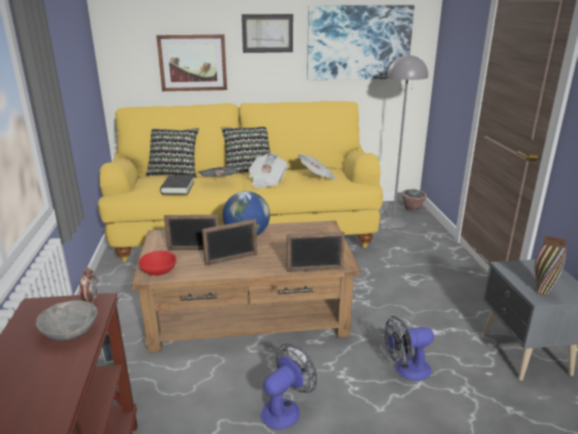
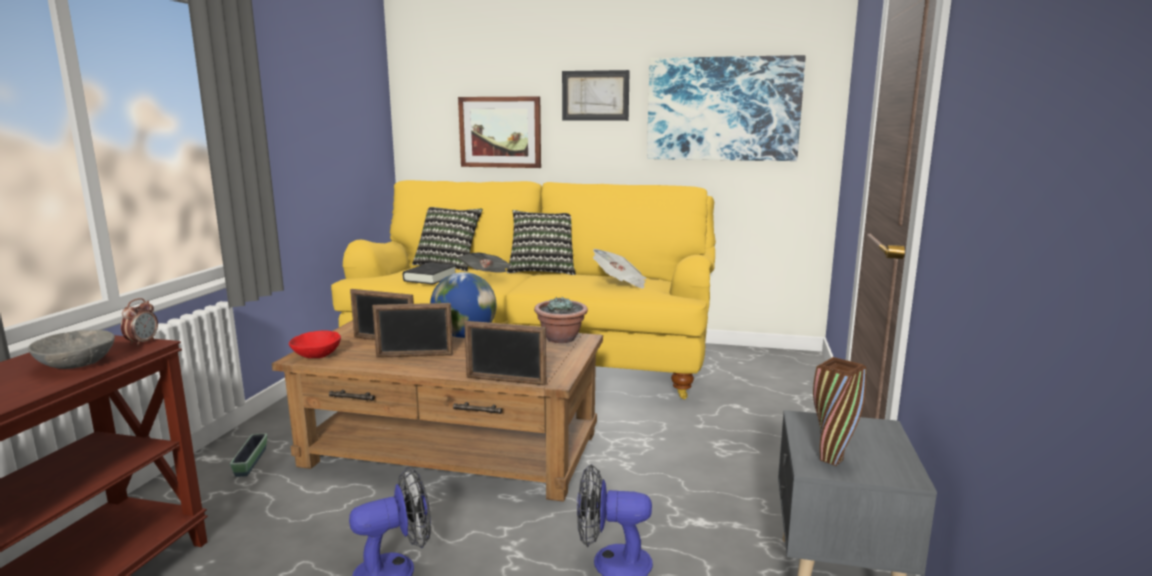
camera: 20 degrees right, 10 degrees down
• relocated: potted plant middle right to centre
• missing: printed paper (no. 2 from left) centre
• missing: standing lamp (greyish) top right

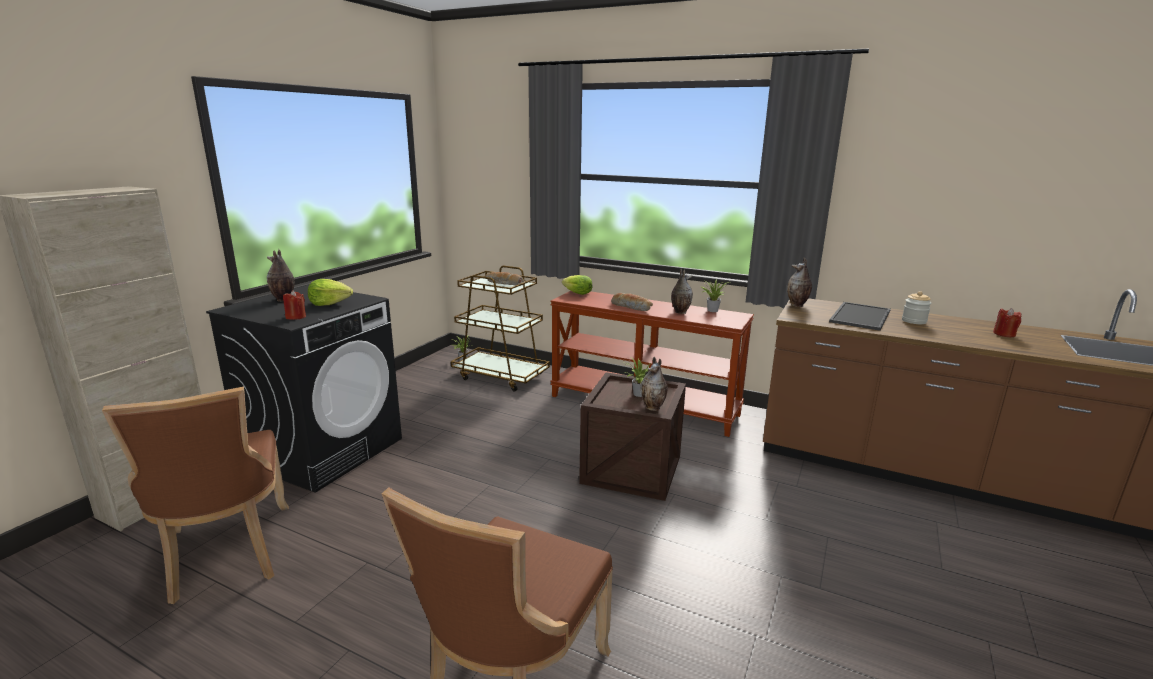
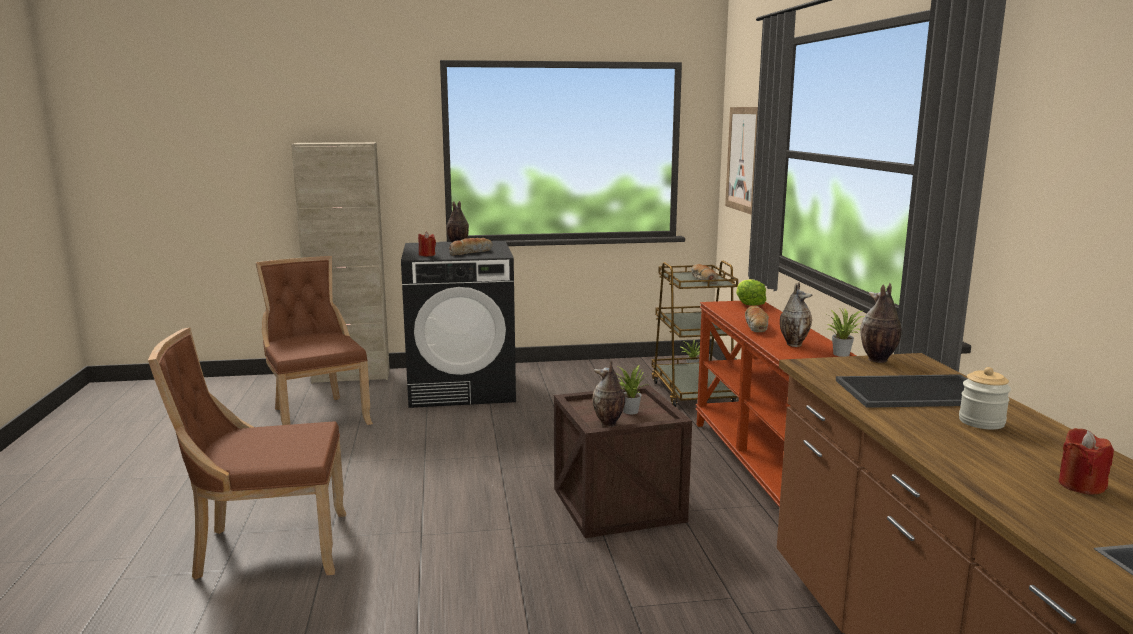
camera: 55 degrees right, 5 degrees down
• spun: upright chair (brown-coloured) (no. 1 from left in the first image) bottom left = middle left 120 degrees clockwise
• exchanged: head of lettuce (no. 1 from left) middle left to bread (no. 1 from left) centre
• appeared: wall picture top centre

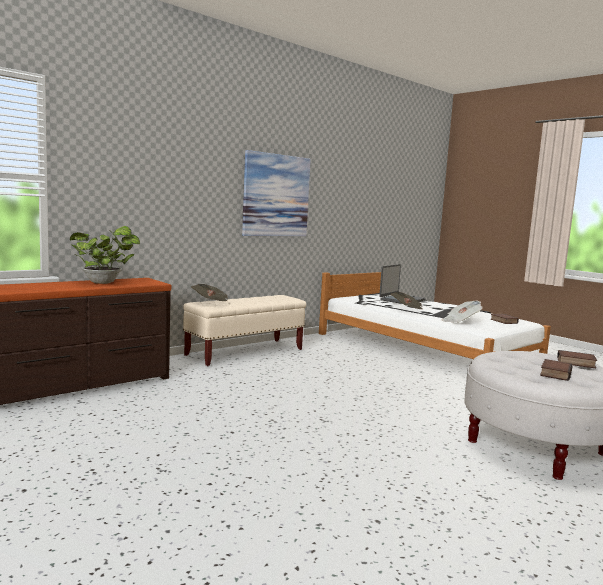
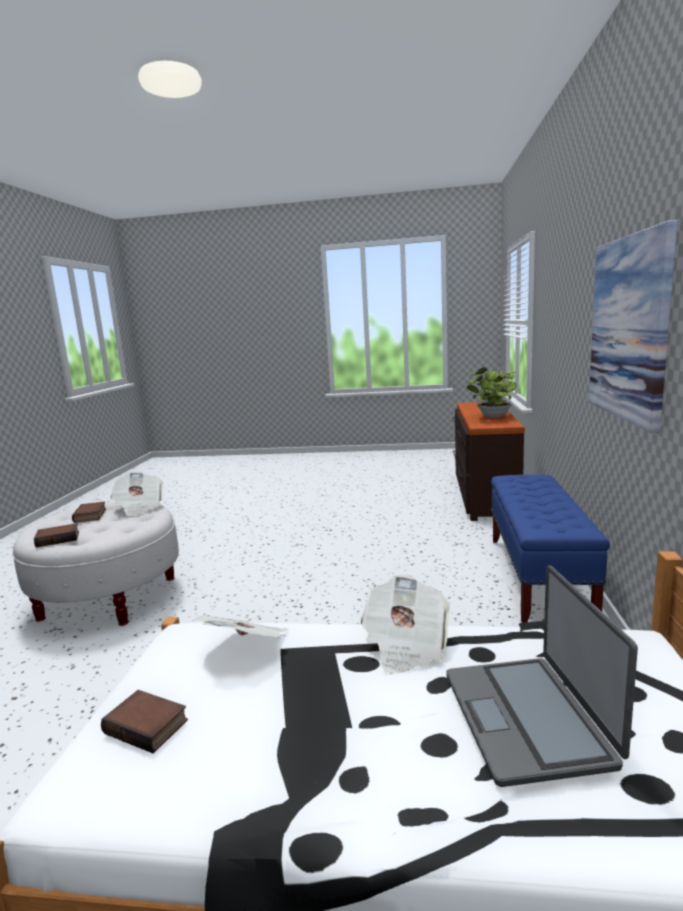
camera: 140 degrees right, 5 degrees up
• relocated: printed paper (no. 1 from left) centre to middle left
• colour: indoor bench (beige) centre to indoor bench (blue) middle right

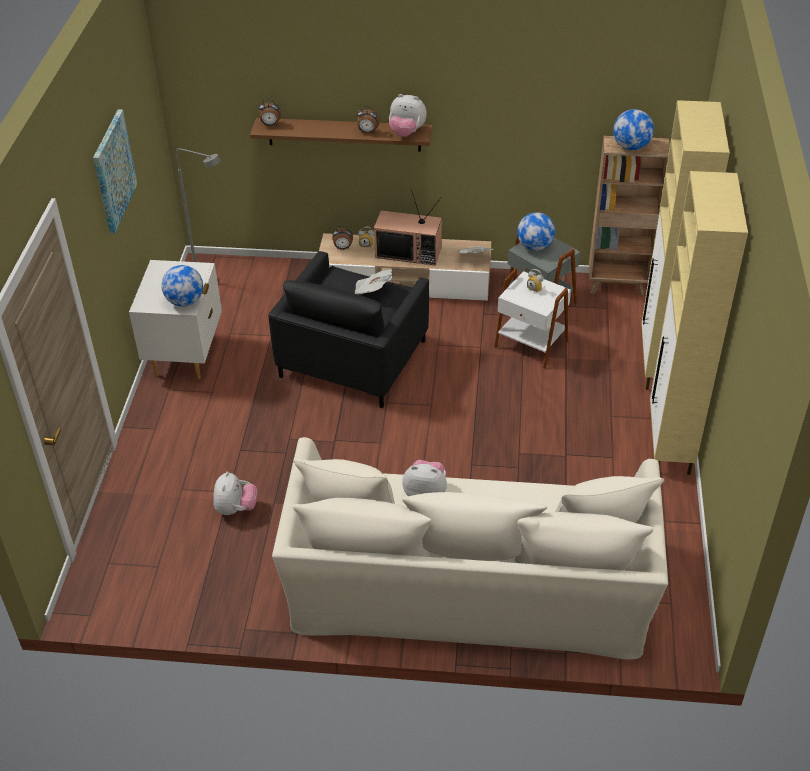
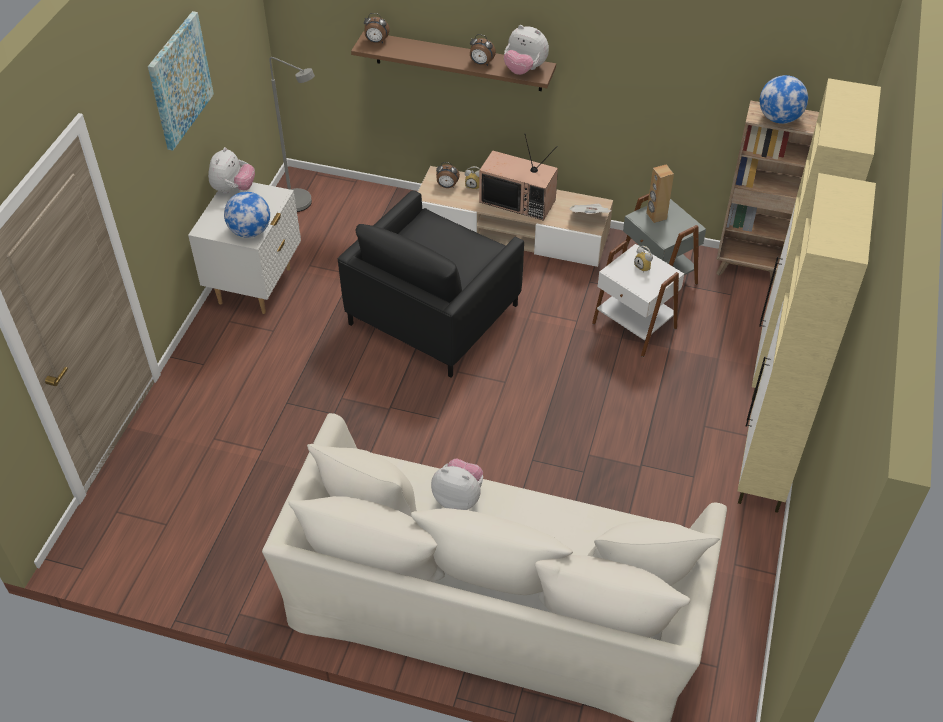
camera: 10 degrees right, 5 degrees up
• relocated: plush toy (no. 1 from left) middle left to top left
• exchanged: desk globe (no. 2 from left) top centre to audio speaker (brown-coloured) top right
• missing: printed paper (no. 1 from left) centre

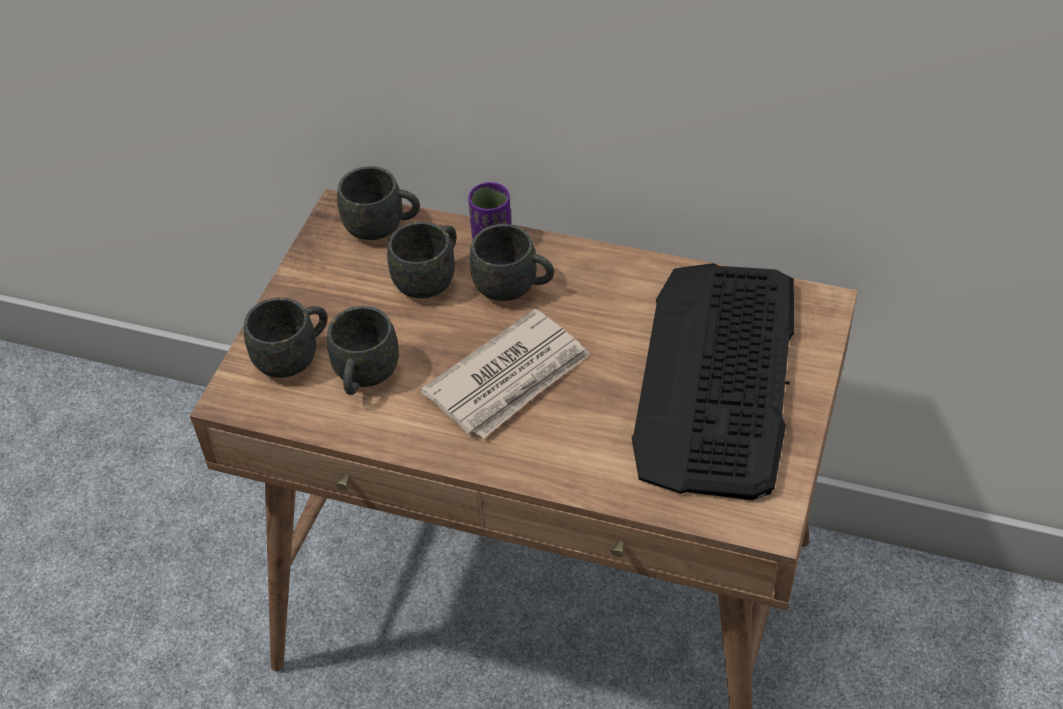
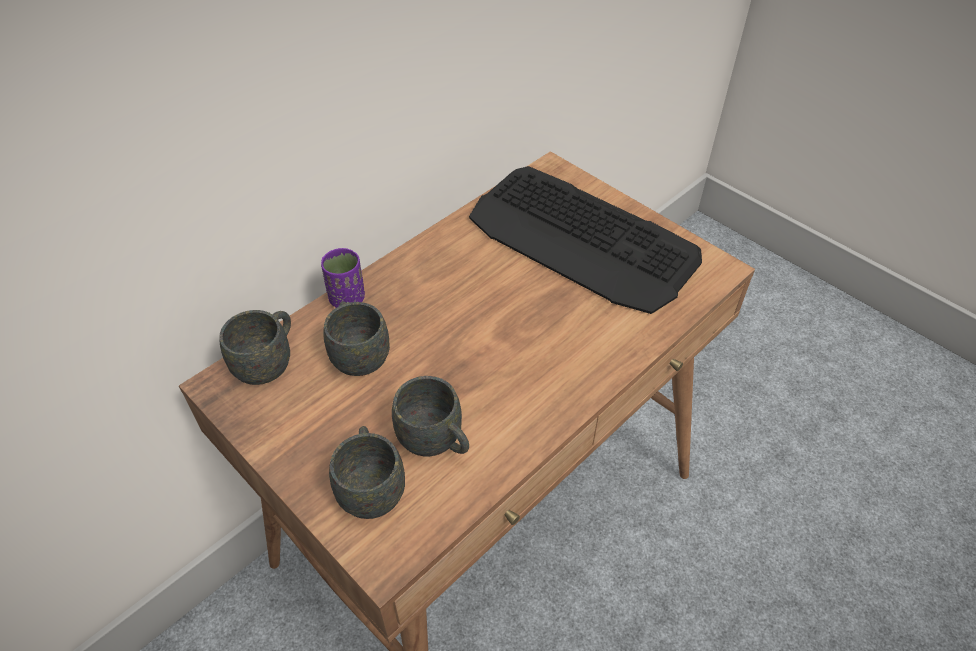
camera: 65 degrees left, 0 degrees up
• missing: printed paper centre
• missing: mug (greyish) (no. 5 from left) centre

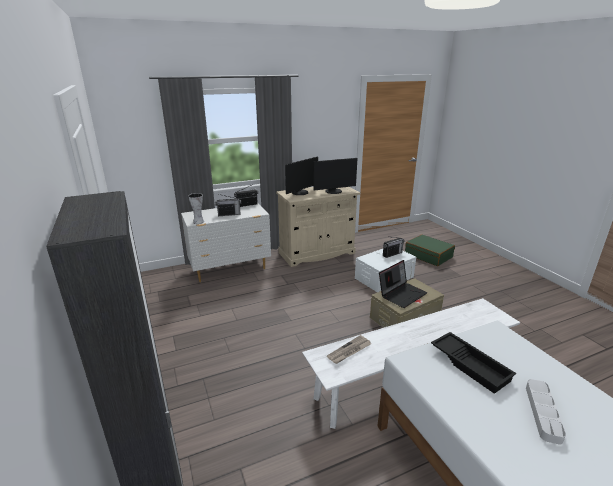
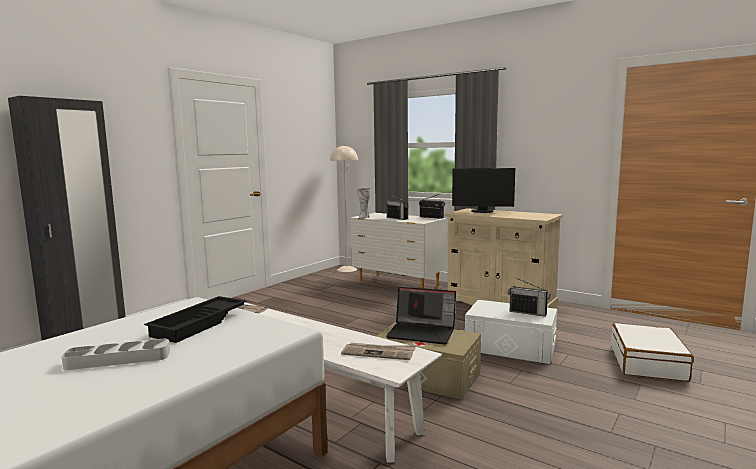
camera: 60 degrees right, 15 degrees down
• appeared: standing lamp (beige) centre
• appeared: printed paper (no. 2 from left) bottom centre
• colour: suitcase (greenish) middle right to suitcase (whitish) bottom right
• missing: monitor (no. 2 from left) centre

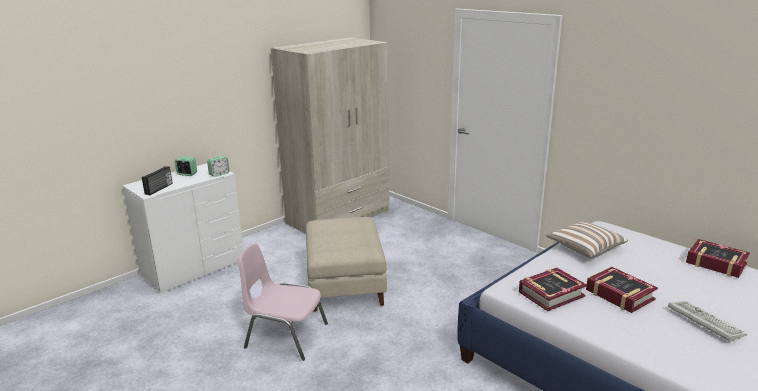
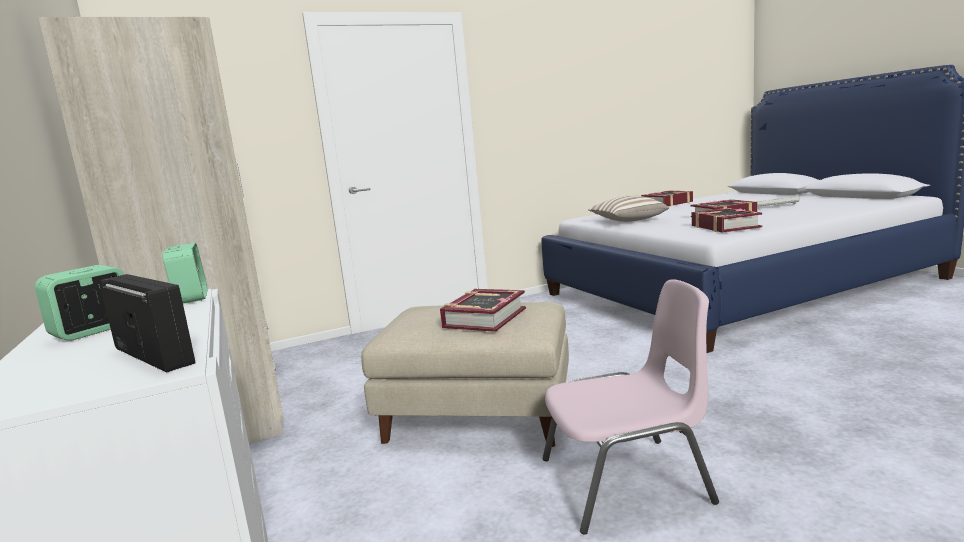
camera: 70 degrees left, 10 degrees down
• appeared: volume (no. 1 from left) centre
• spun: upright chair (pink-coloured) bottom centre = bottom centre 135 degrees counterclockwise

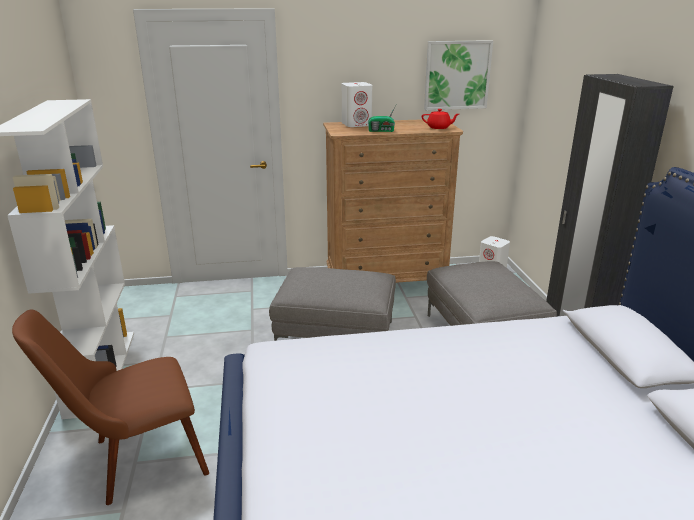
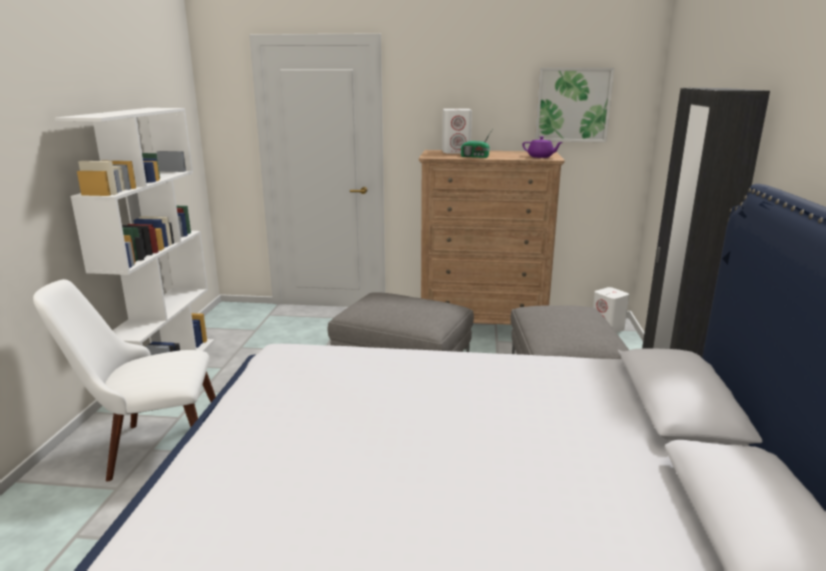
camera: 15 degrees right, 5 degrees down
• colour: upright chair (brown-coloured) bottom left to upright chair (whitish) middle left
• colour: tea pot (reddish) top centre to tea pot (purplish) top centre

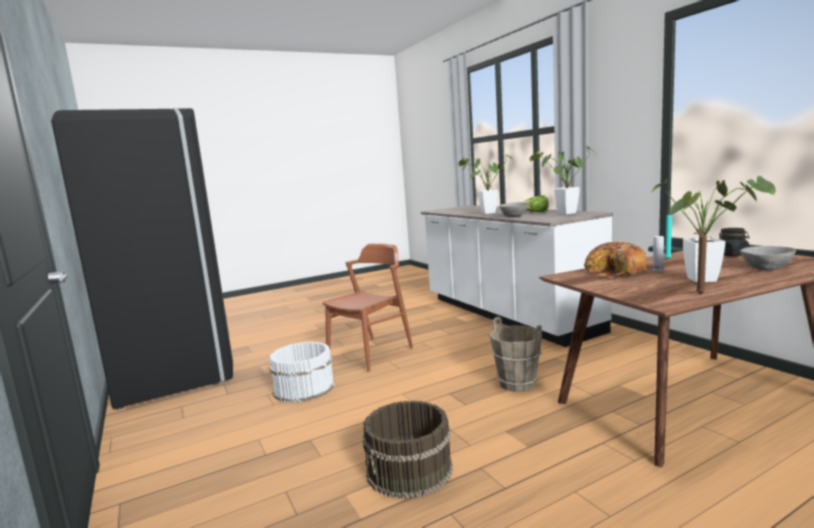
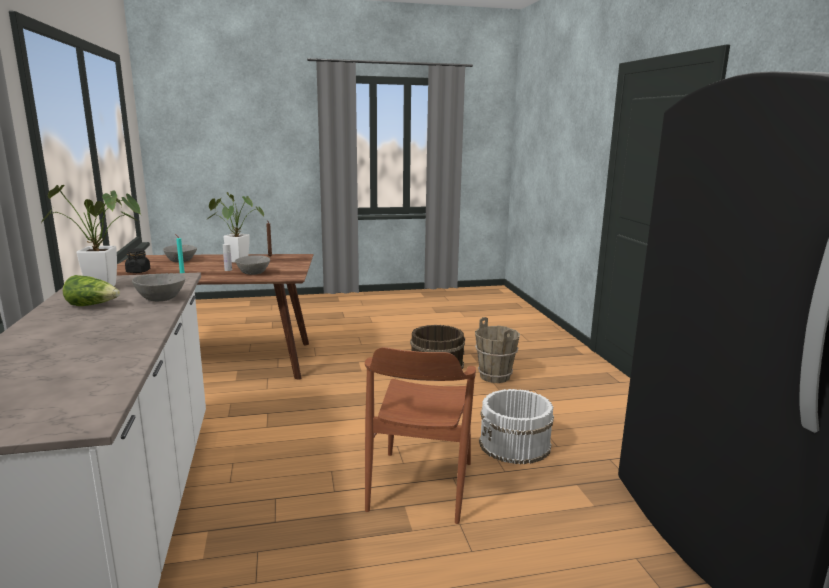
camera: 165 degrees left, 5 degrees up
• exchanged: bread middle right to serving bowl (greyish) (no. 3 from left) middle left
• spun: upright chair (brown-coloured) centre = bottom centre 45 degrees counterclockwise
• relocated: water bucket (brown-coloured) (no. 2 from left) bottom centre to centre
• missing: potted plant (no. 1 from left) centre

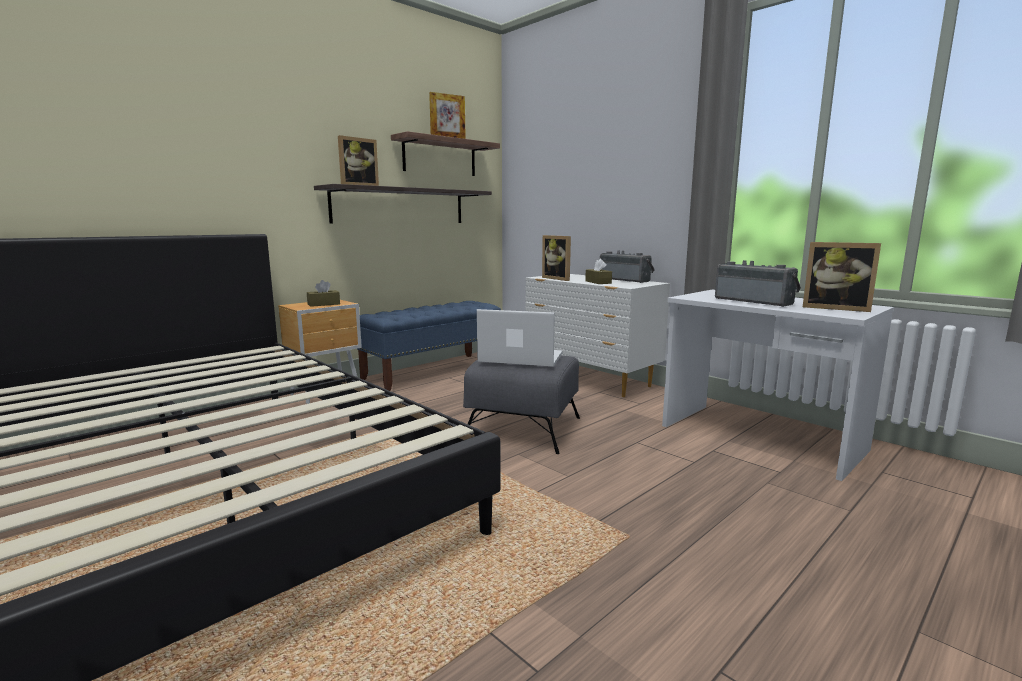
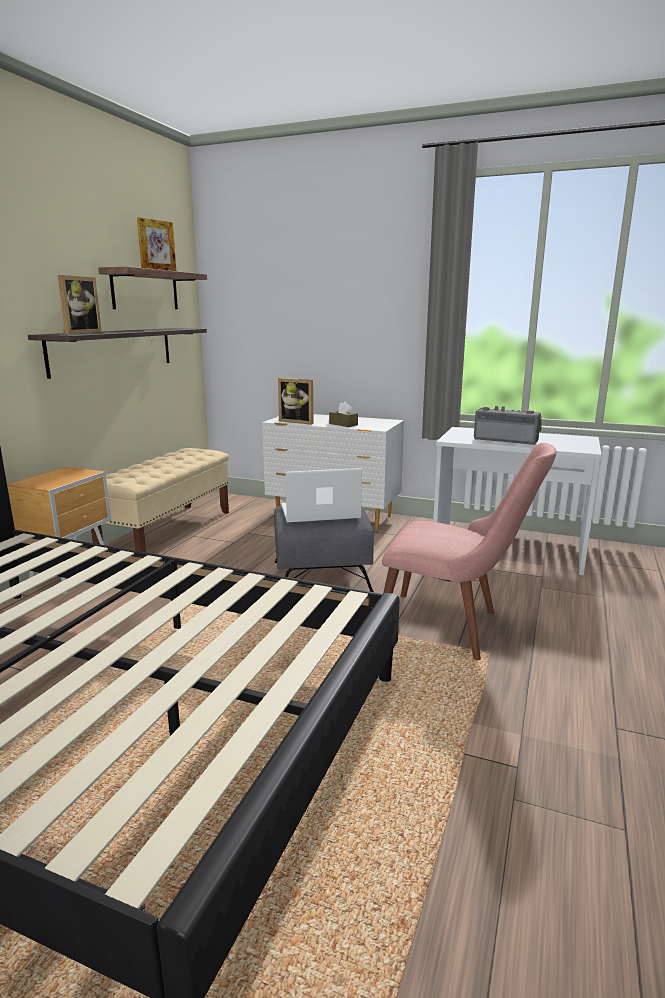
camera: 25 degrees left, 5 degrees up
• colour: indoor bench (blue) centre to indoor bench (beige) middle left
• appeared: upright chair (pink-coloured) middle right
• missing: box of tissues (brown-coloured) (no. 1 from left) middle left
• missing: radio (no. 1 from left) centre
• missing: photo frame (no. 4 from left) middle right

